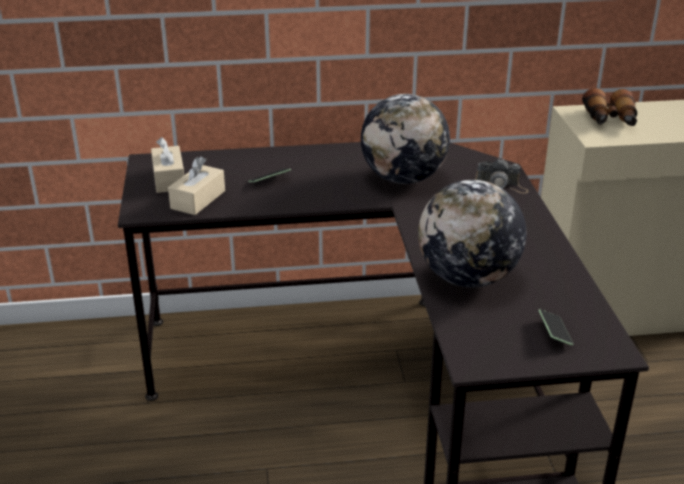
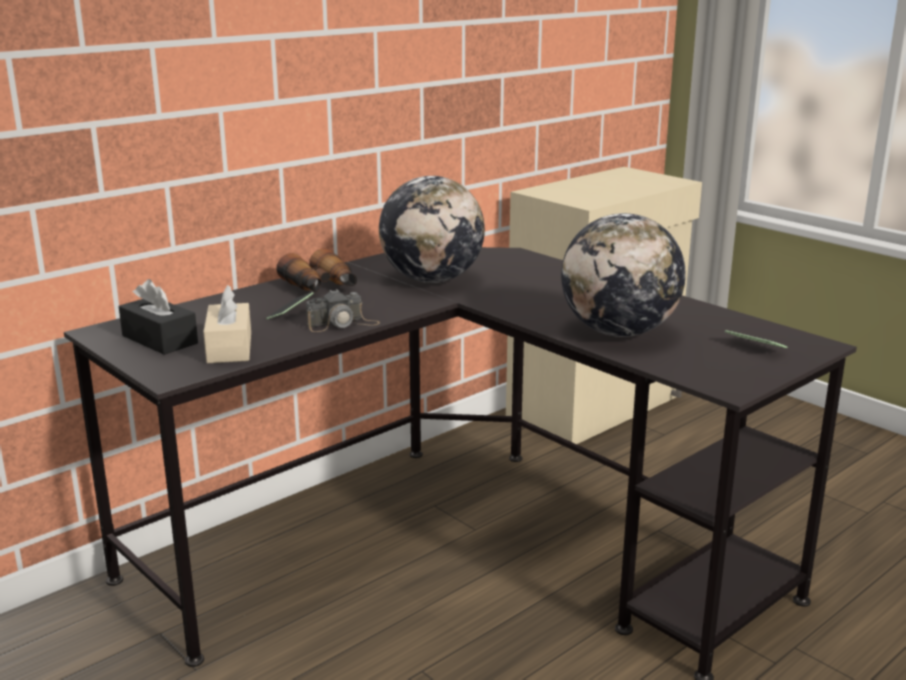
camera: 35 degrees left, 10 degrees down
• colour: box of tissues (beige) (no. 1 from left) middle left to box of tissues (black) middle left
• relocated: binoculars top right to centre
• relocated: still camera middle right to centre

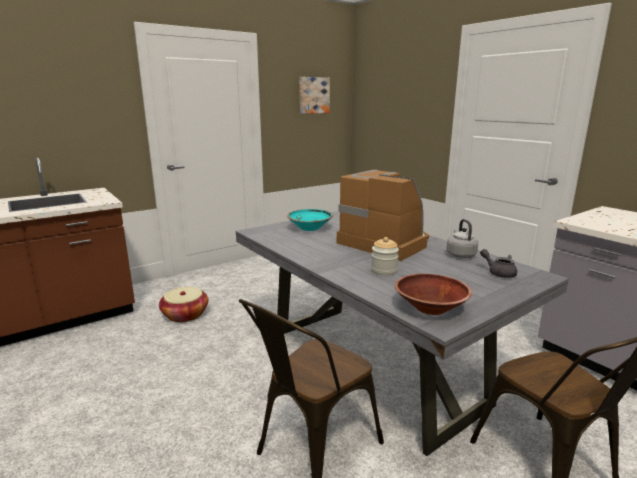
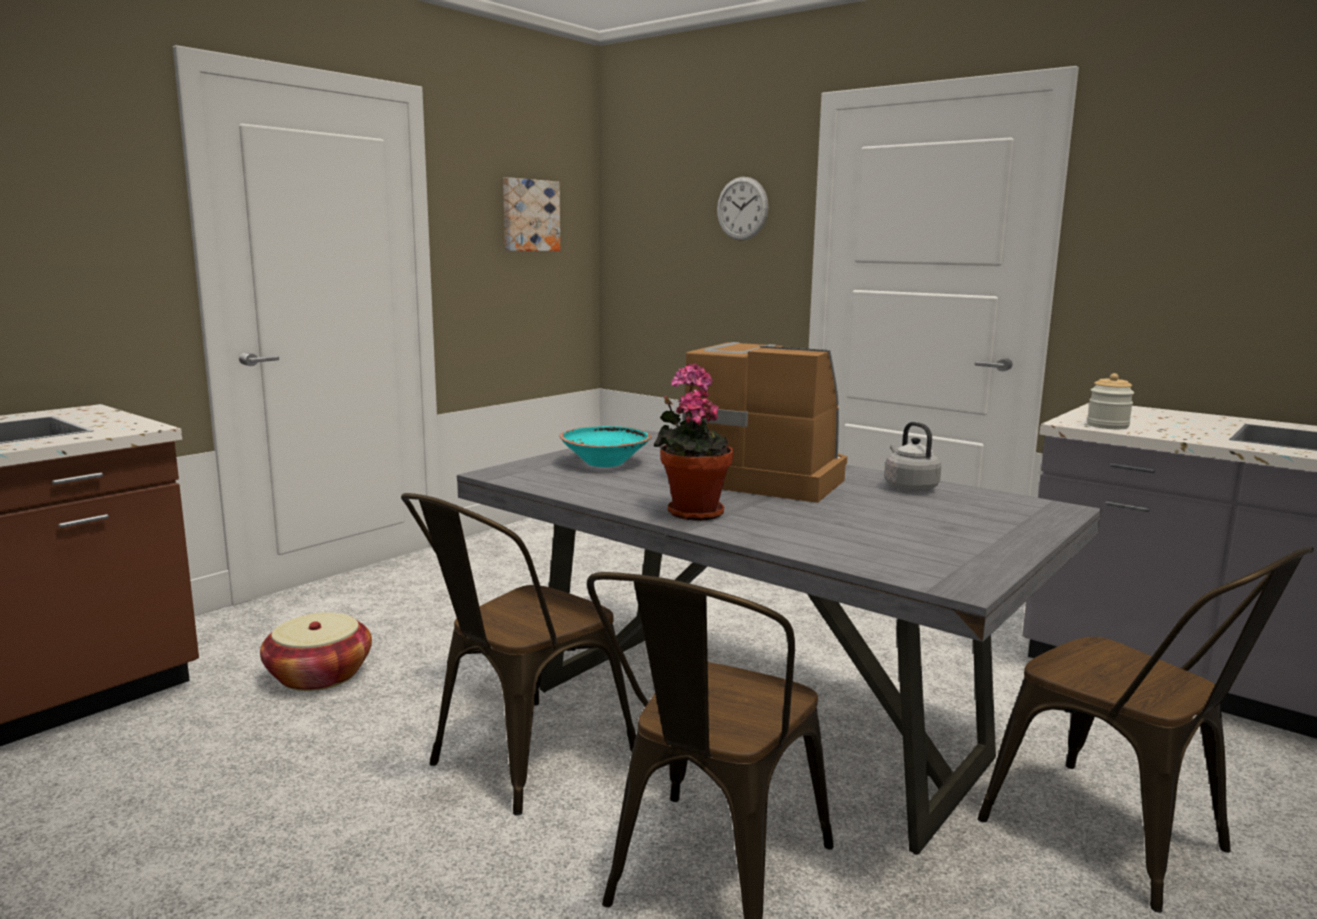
camera: 15 degrees left, 5 degrees down
• appeared: upright chair (brown-coloured) (no. 1 from left) bottom centre
• appeared: potted plant centre
• appeared: clock on the wall top centre
• relocated: preserve jar centre to middle right
• missing: serving bowl (brown-coloured) middle right
• missing: tea pot (greyish) middle right

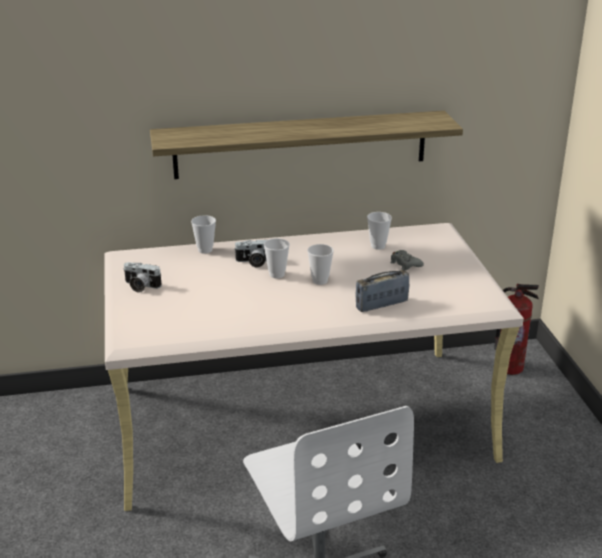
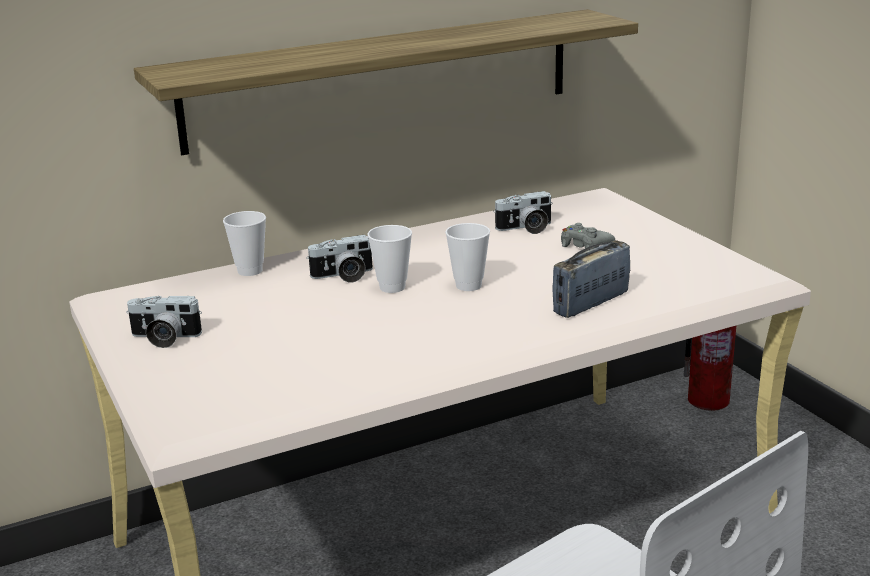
camera: 15 degrees left, 5 degrees down
• exchanged: cup (no. 4 from left) centre to still camera (no. 3 from left) centre

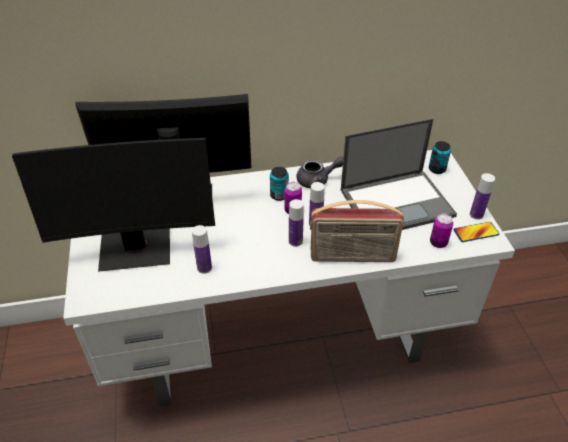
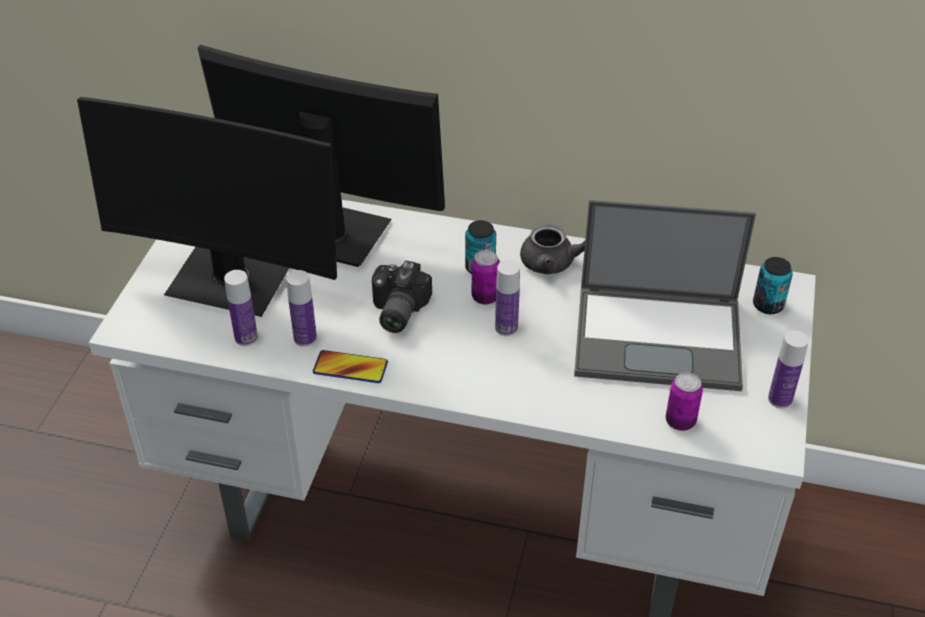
camera: 25 degrees right, 0 degrees up
• relocated: drink bottle (no. 2 from left in the first image) centre to drink bottle (no. 1 from left) middle left
• relocated: handset middle right to centre
• appeared: still camera centre
• missing: radio centre

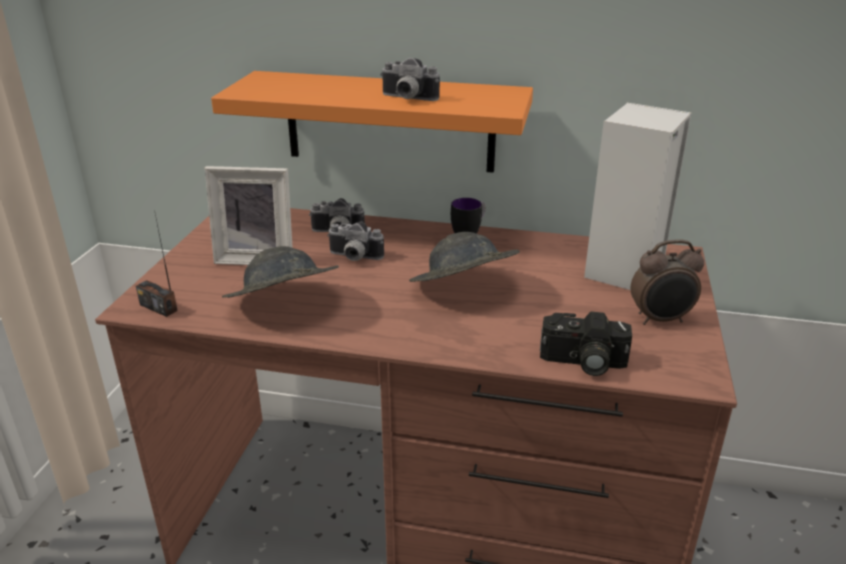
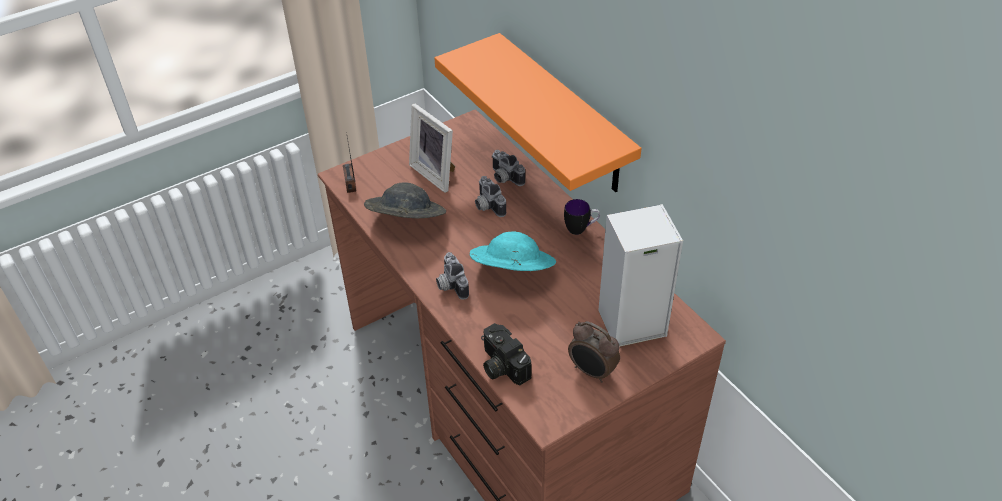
camera: 45 degrees right, 15 degrees up
• relocated: still camera (no. 3 from left in the first image) top centre to still camera (no. 1 from left) centre
• colour: hat (greyish) (no. 2 from left) centre to hat (turquoise) centre

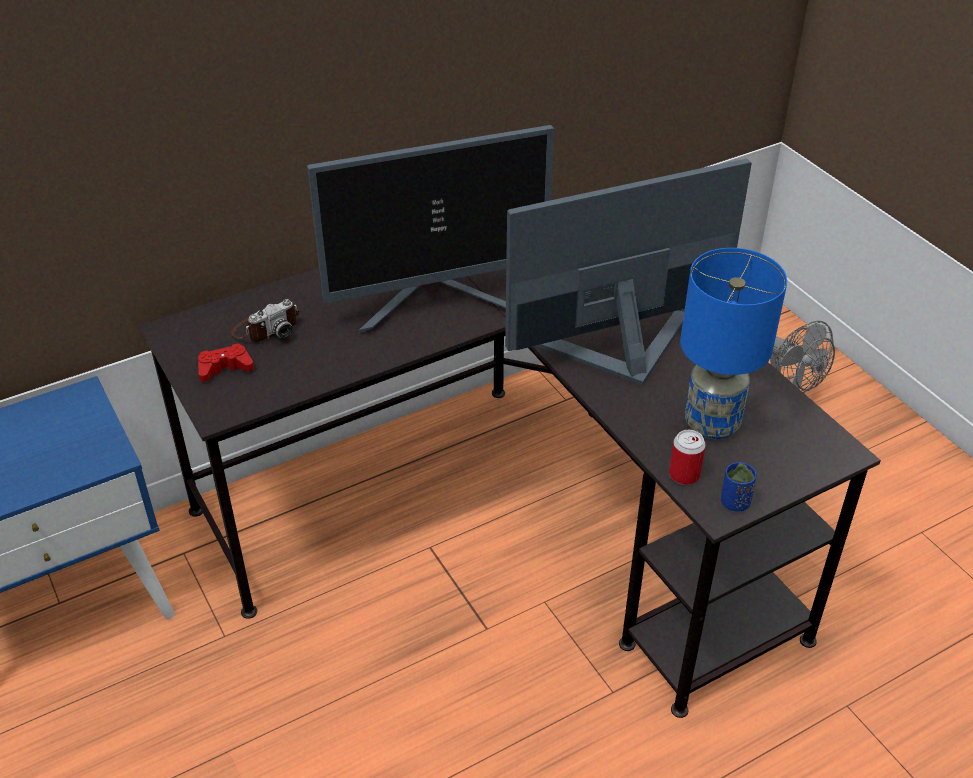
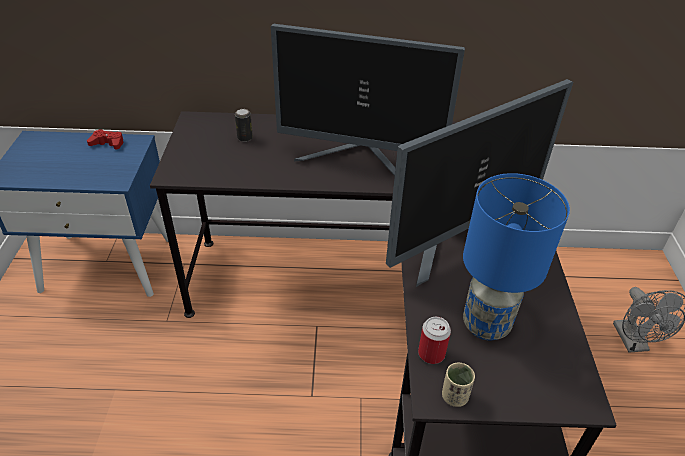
camera: 30 degrees right, 0 degrees up
• relocated: gamepad (reddish) middle left to top left
• exchanged: still camera middle left to metal can (no. 1 from left) top centre
• spun: monitor (no. 2 from left) centre = middle right 135 degrees clockwise
• colour: cup (blue) middle right to cup (beige) bottom right

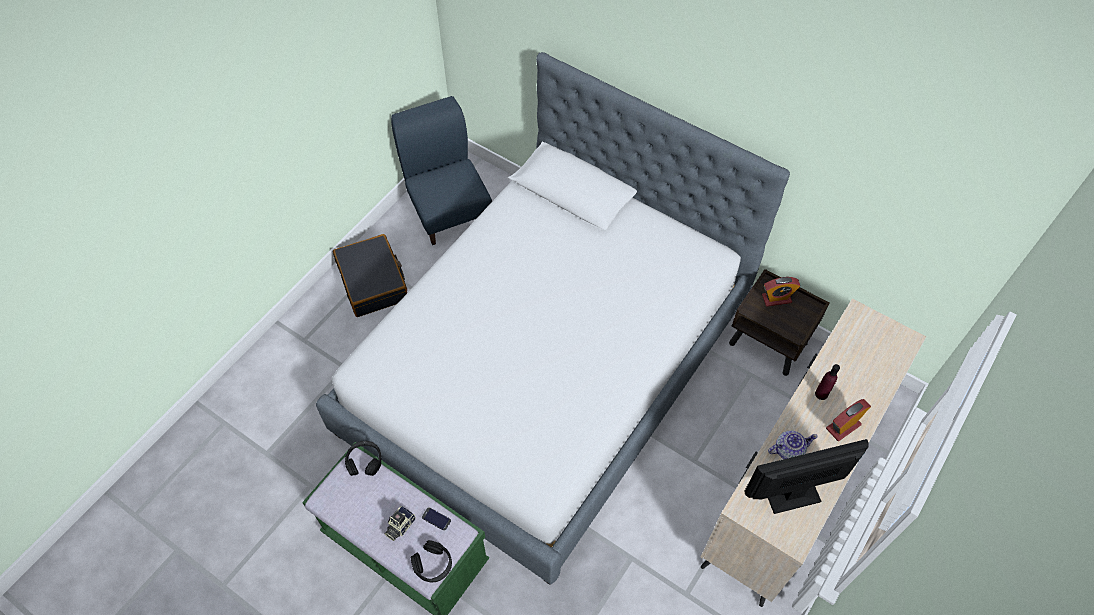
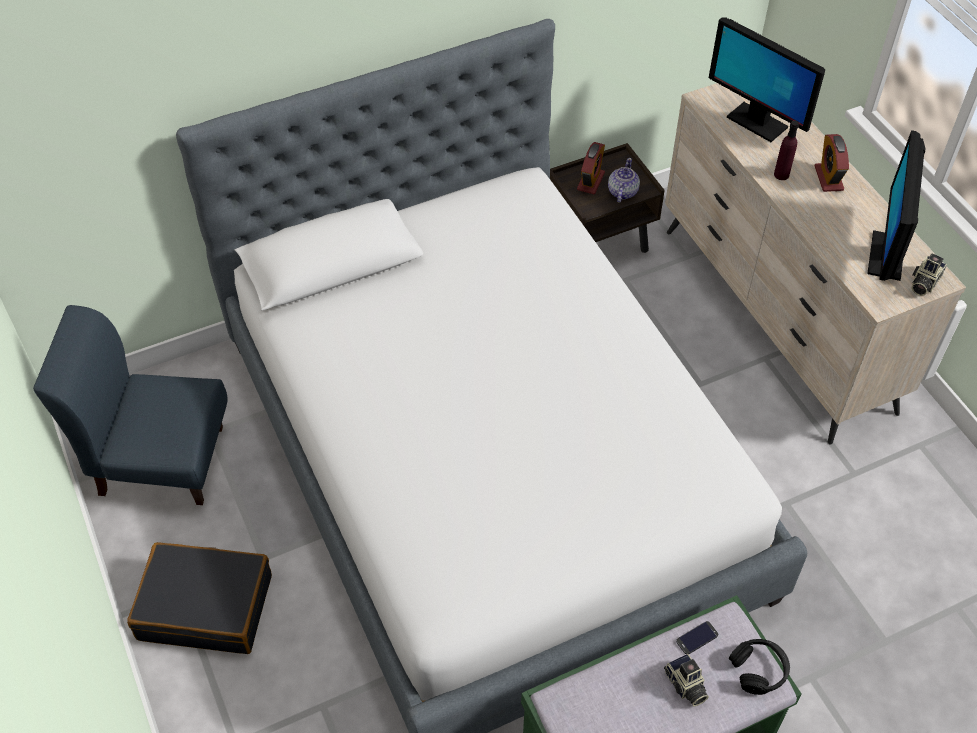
camera: 60 degrees left, 5 degrees down
• relocated: tea pot bottom right to top centre
• appeared: monitor (no. 1 from left) top right
• appeared: still camera (no. 2 from left) middle right
• missing: headphones (black) (no. 1 from left) bottom left

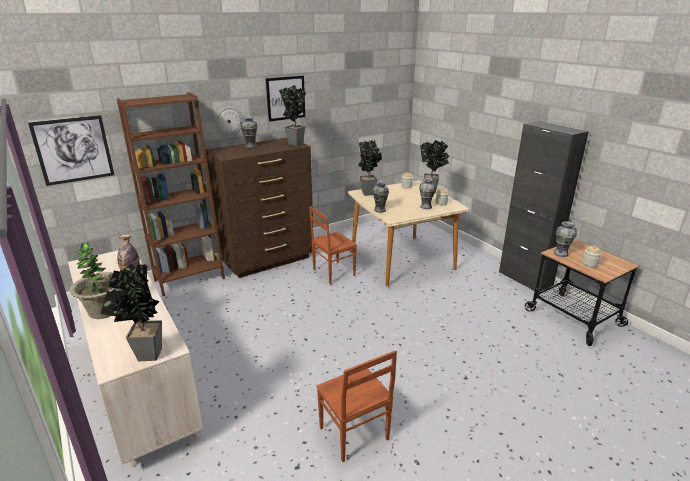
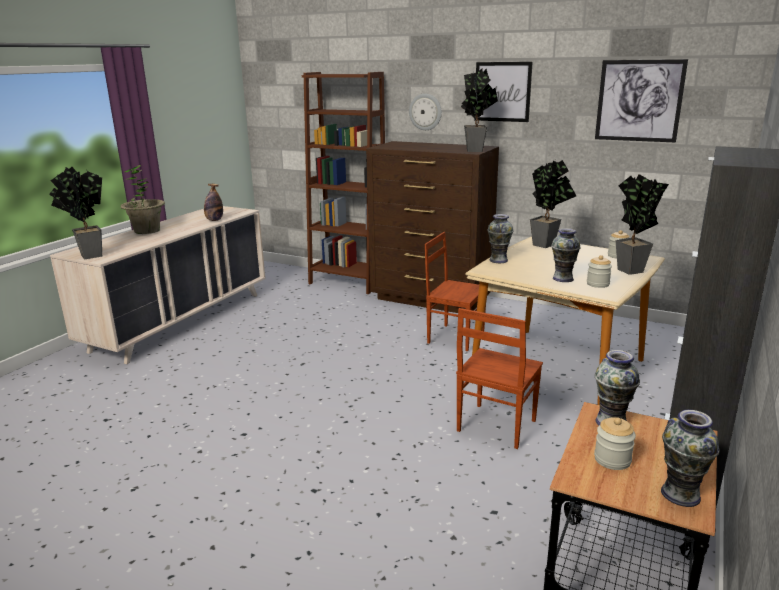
camera: 60 degrees right, 5 degrees down
• relocated: upright chair (brown-coloured) (no. 2 from left) bottom centre to centre
• relocated: wall picture (no. 1 from left in the first image) top left to wall picture (no. 2 from left) top right
• relocated: decorative vase (no. 1 from left in the first image) top centre to decorative vase (no. 4 from left) bottom right

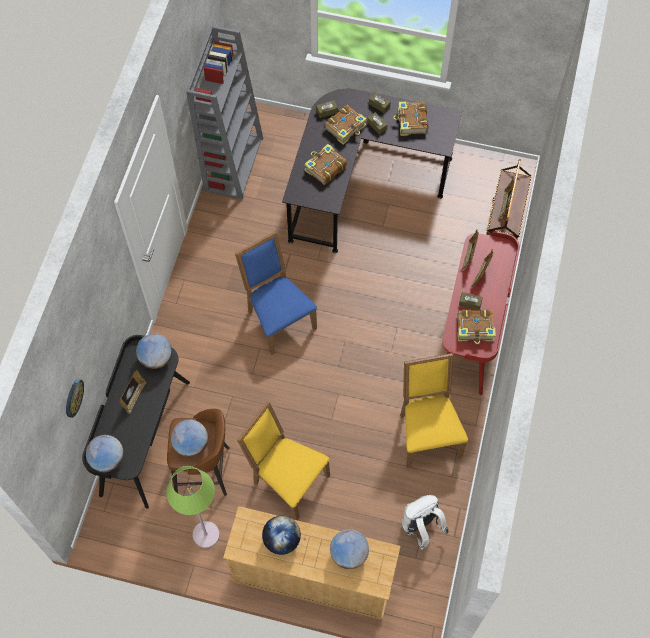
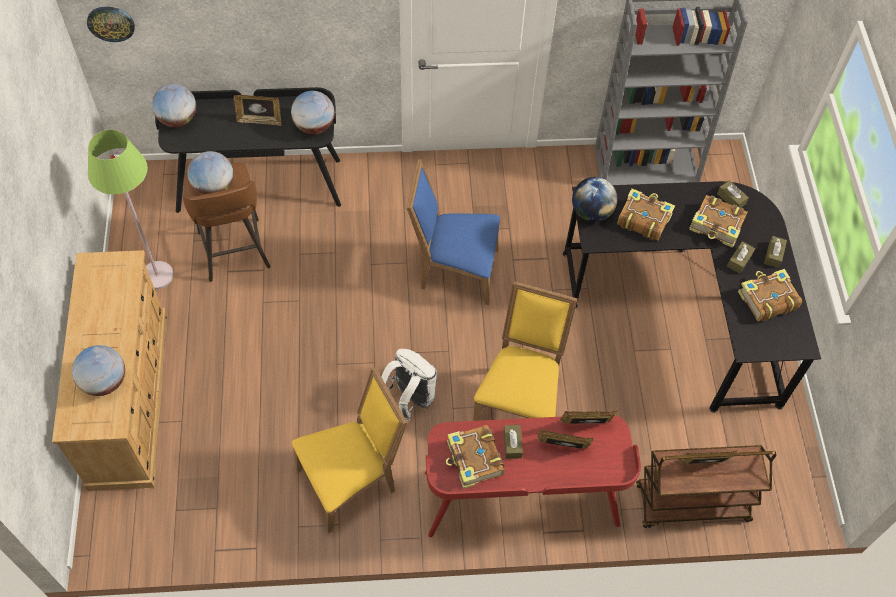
camera: 70 degrees right, 5 degrees down
• relocated: clock on the wall middle left to top left
• relocated: rucksack (whitish) bottom centre to centre
• spun: upright chair (blue) centre = centre 120 degrees counterclockwise
• relocated: upright chair (yellowish) (no. 1 from left in the first image) bottom centre to upright chair (yellowish) (no. 2 from left) centre
• relocated: desk globe (no. 4 from left in the first image) bottom centre to desk globe (no. 5 from left) centre

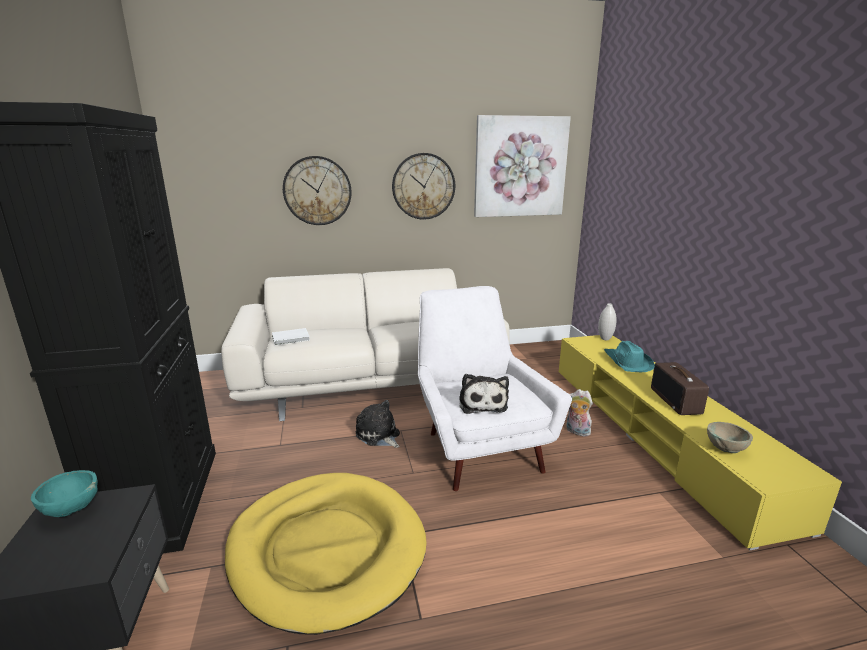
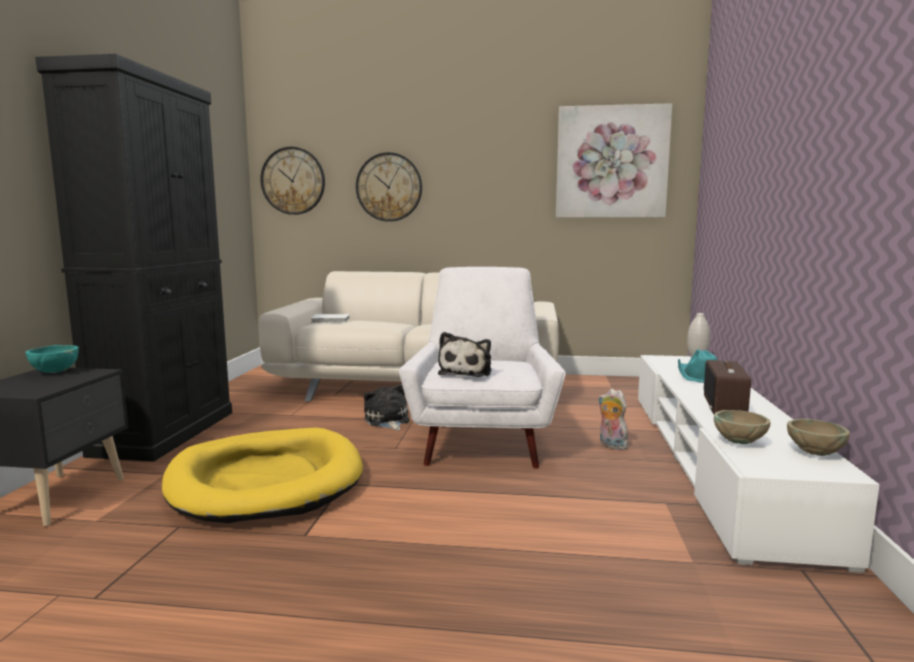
camera: 20 degrees right, 10 degrees down
• relocated: clock on the wall (no. 2 from left in the first image) top centre to clock on the wall (no. 1 from left) top left
• colour: tv stand (yellowish) bottom right to tv stand (whitish) bottom right
• appeared: serving bowl (beige) (no. 2 from left) middle right

